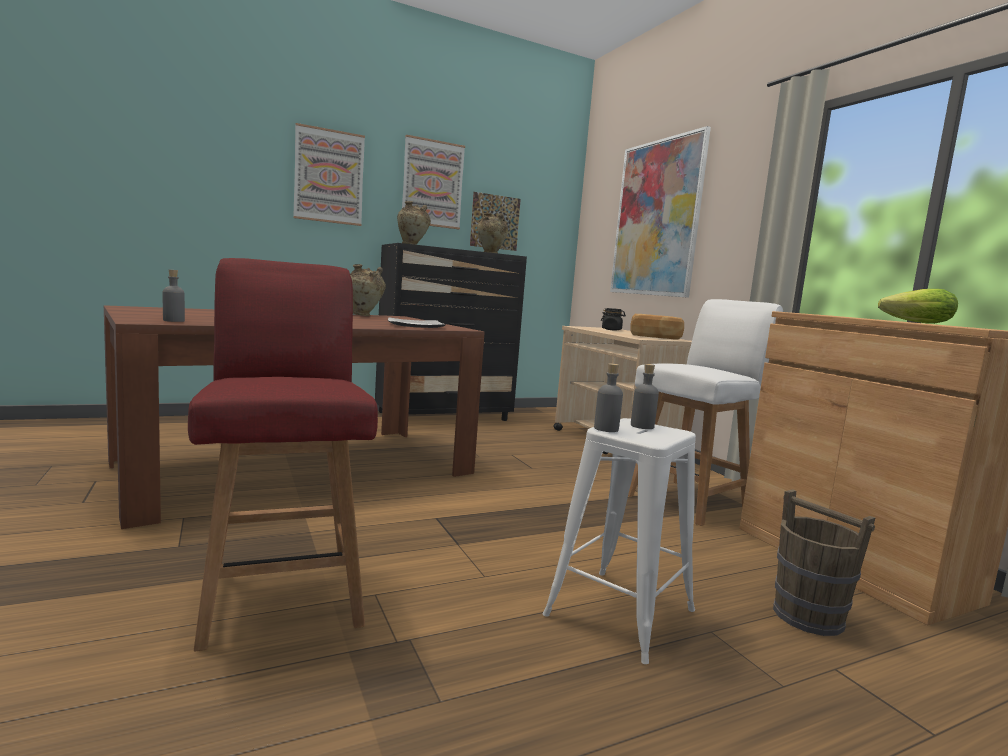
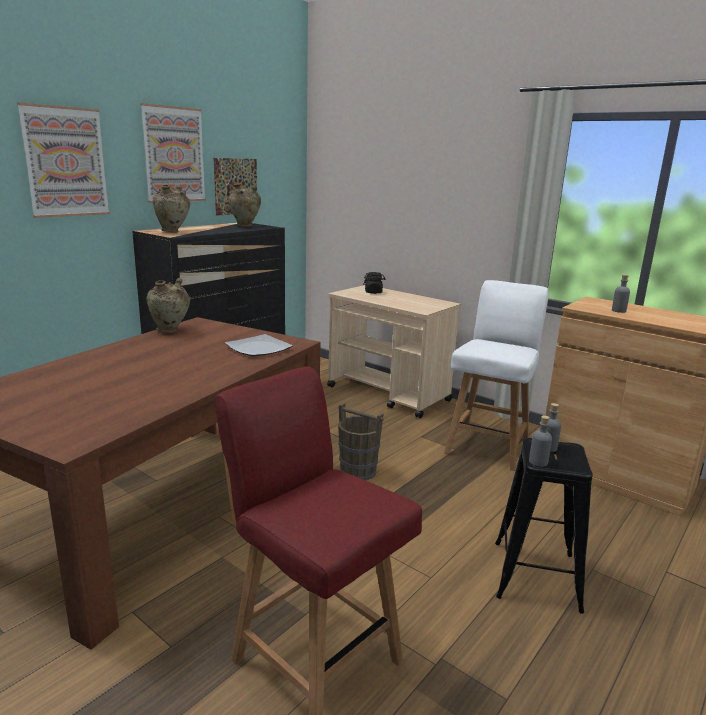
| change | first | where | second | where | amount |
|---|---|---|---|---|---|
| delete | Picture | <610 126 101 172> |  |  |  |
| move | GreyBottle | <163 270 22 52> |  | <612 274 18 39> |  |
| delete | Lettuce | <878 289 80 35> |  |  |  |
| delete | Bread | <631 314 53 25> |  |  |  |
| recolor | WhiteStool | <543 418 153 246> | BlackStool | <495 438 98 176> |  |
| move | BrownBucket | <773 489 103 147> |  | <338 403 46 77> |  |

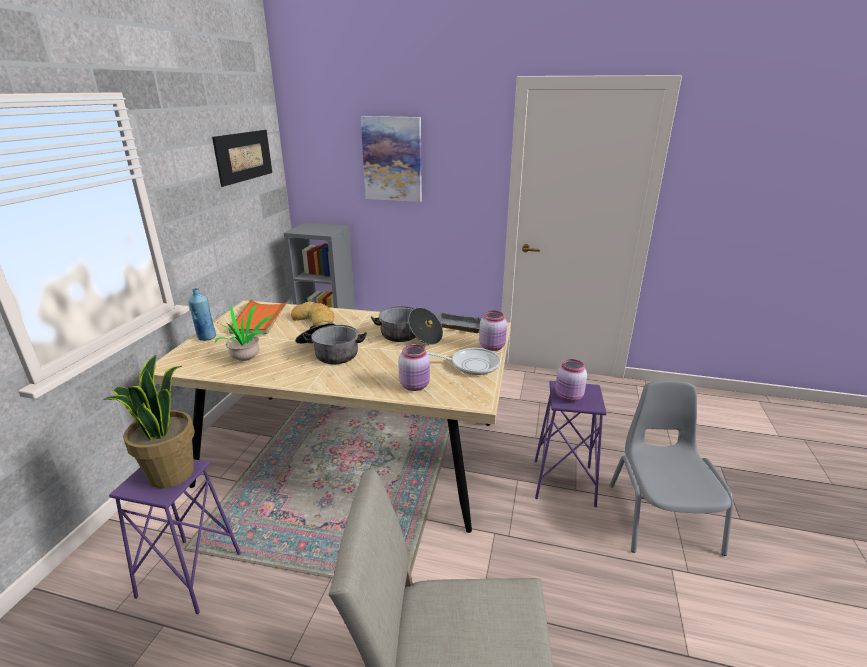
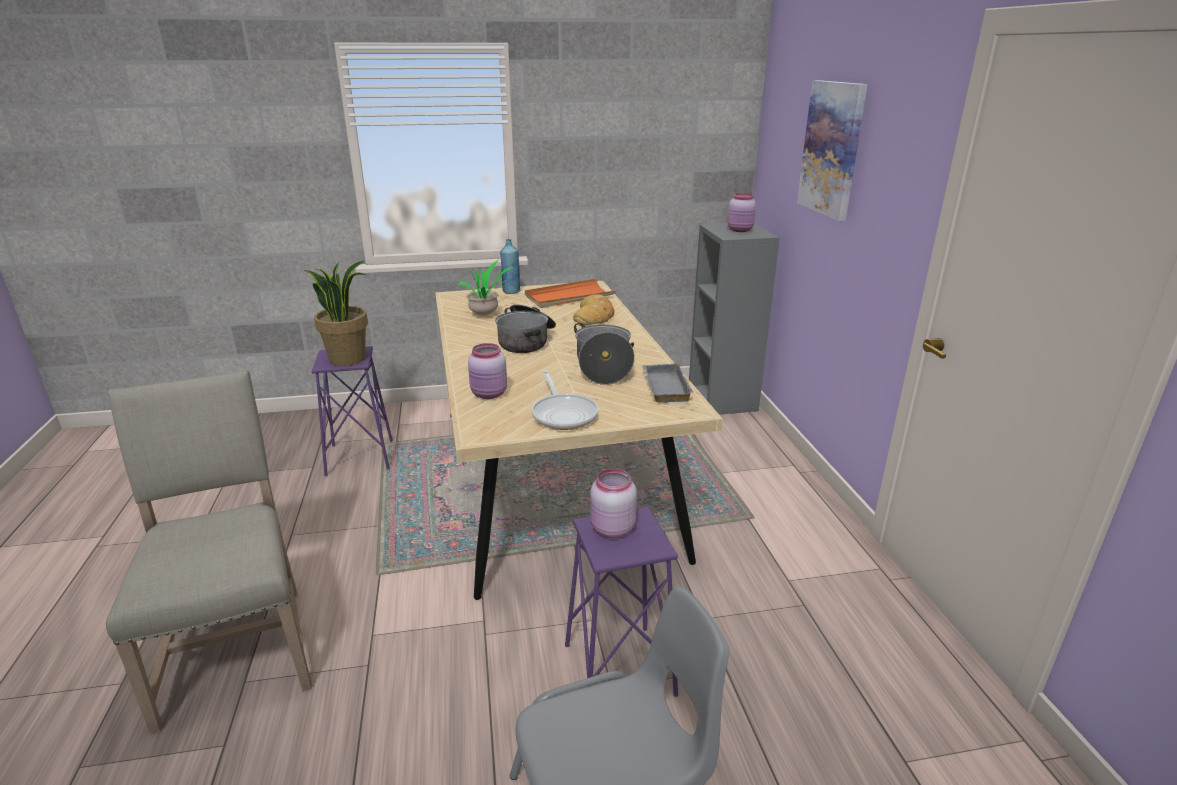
| change | first | where | second | where | amount |
|---|---|---|---|---|---|
| delete | Picture | <212 130 60 57> |  |  |  |
| move | PinkJar | <479 310 28 41> |  | <728 193 28 39> |  |

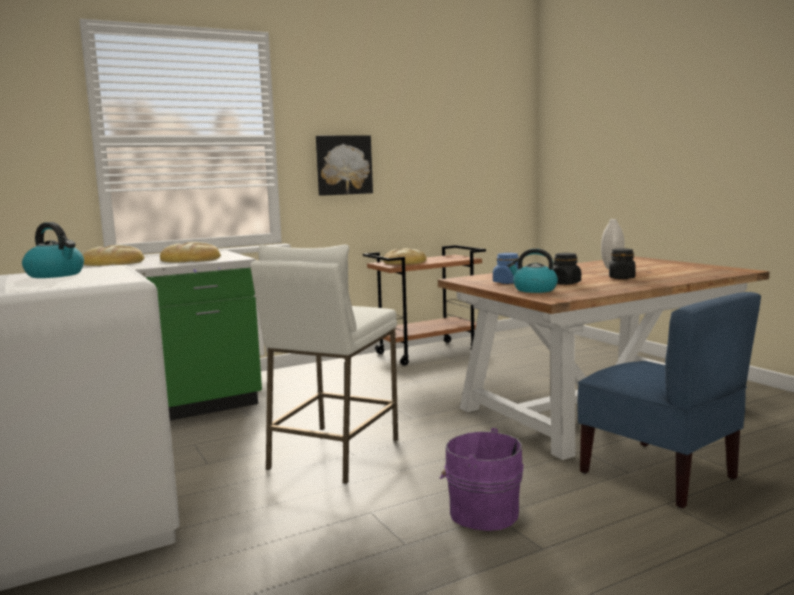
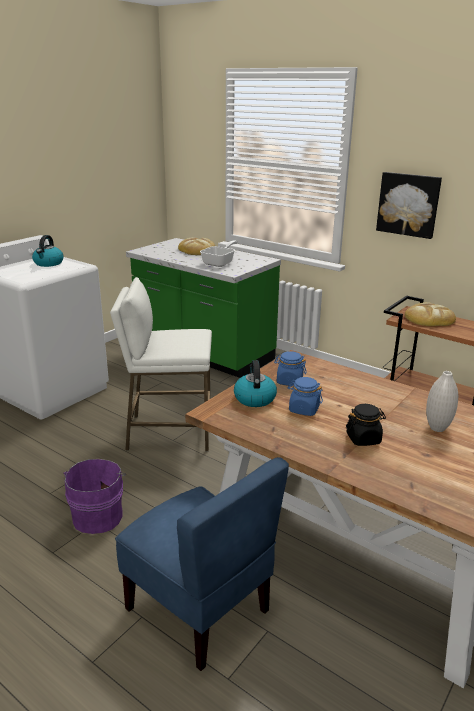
| change | first | where | second | where | amount |
|---|---|---|---|---|---|
| replace | Bread | <160 242 61 21> | FryingPan | <200 240 38 27> |  |
| recolor | BlackJar | <552 253 29 32> | BlueJar | <287 377 36 39> |  |
| rotate | BlueChair | <577 292 184 217> |  | <115 457 174 214> | 75 degrees counterclockwise |

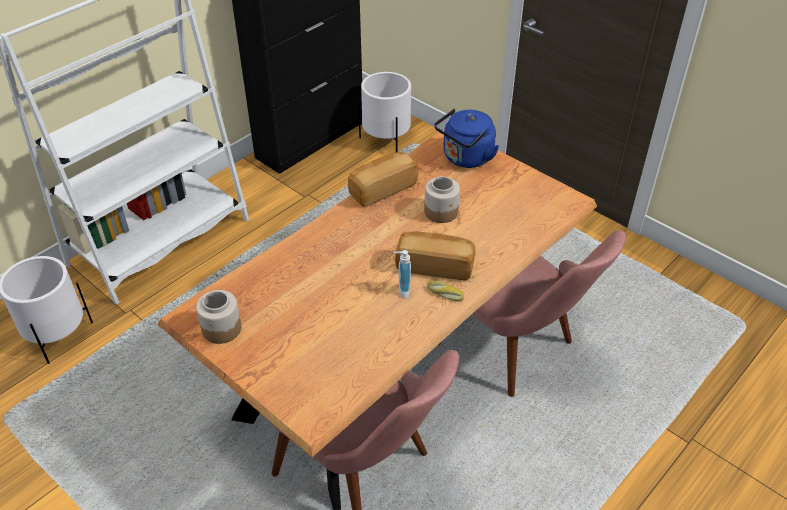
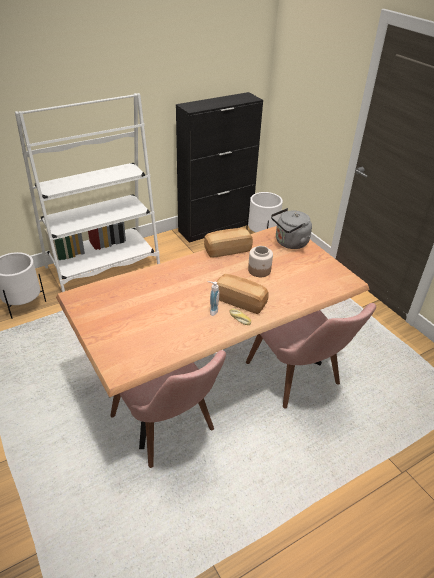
| change | first | where | second | where | amount |
|---|---|---|---|---|---|
| recolor | BlueKettle | <434 109 65 59> | GreyKettle | <271 208 41 41> |  |
| delete | Jar | <196 290 45 54> |  |  |  |

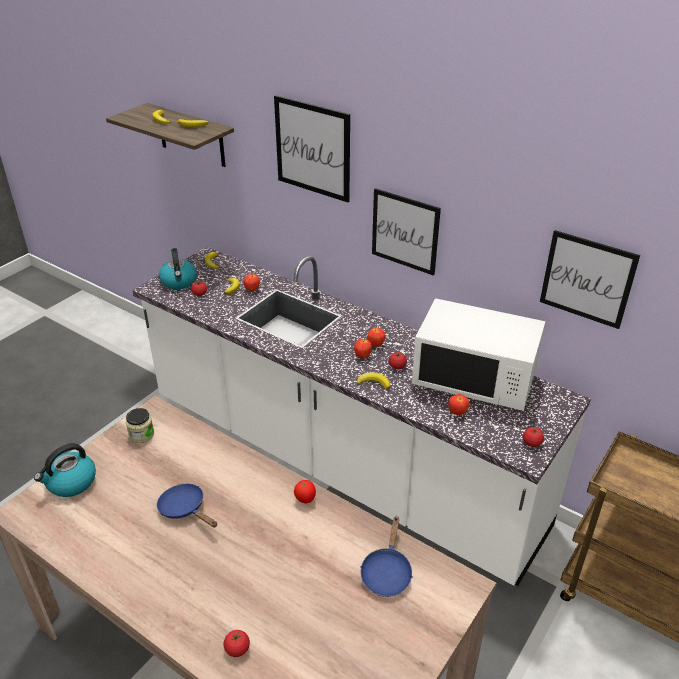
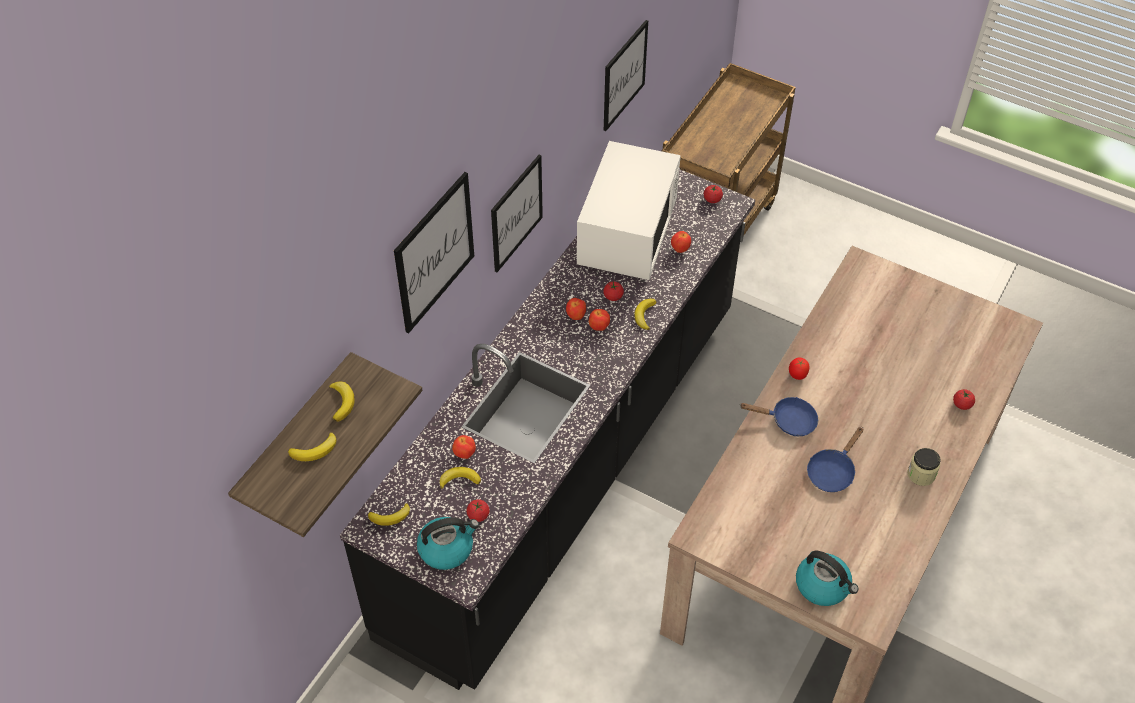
| change | first | where | second | where | amount |
|---|---|---|---|---|---|
| recolor | WhiteCounter | <132 247 459 339> | BlackCounter | <340 169 415 521> |  |
| move | Jar | <126 408 28 35> |  | <907 448 34 38> |  |
| move | BlueFryingPan | <360 516 53 81> |  | <740 397 78 39> |  |

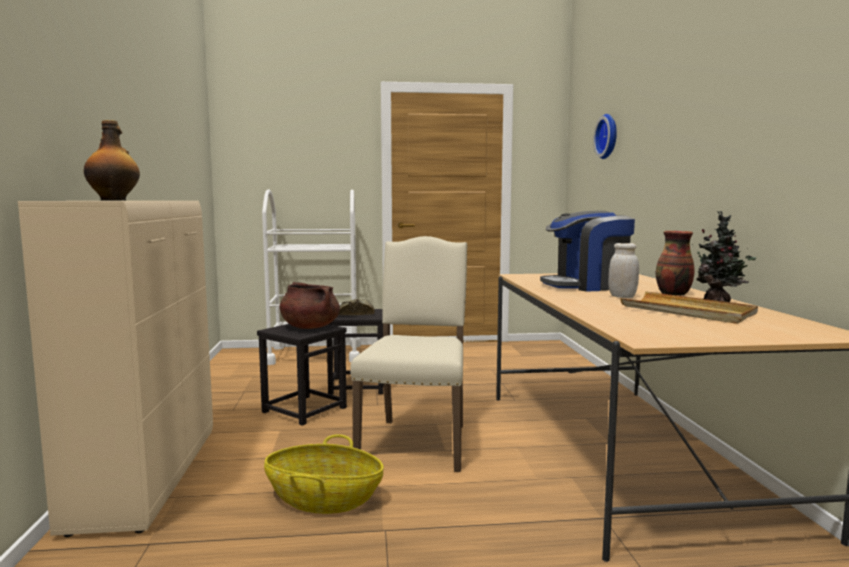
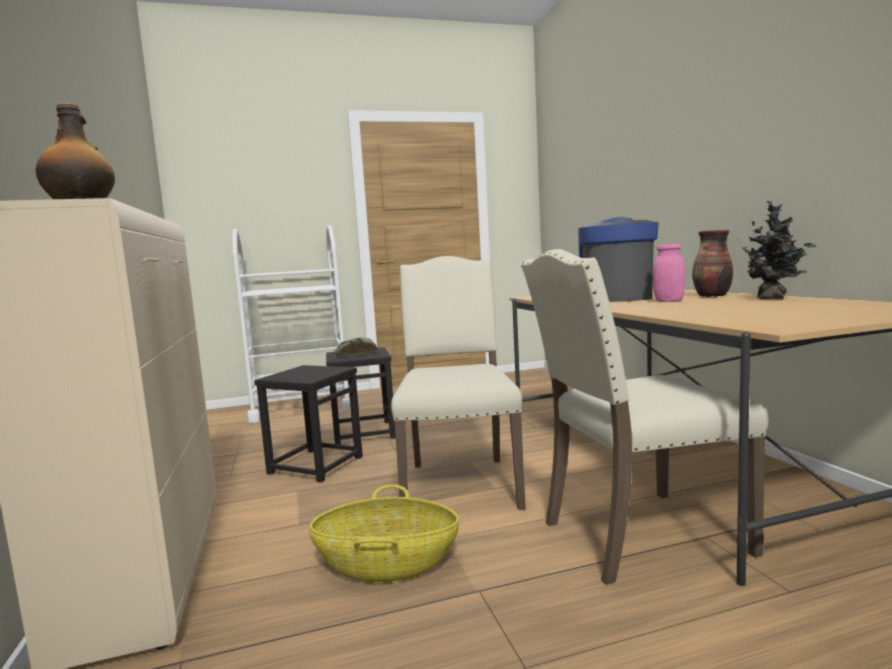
| change | first | where | second | where | amount |
|---|---|---|---|---|---|
| delete | WallClock | <593 114 24 45> |  |  |  |
| rotate | CoffeeMachine | <540 211 95 81> |  | <578 217 81 85> | 120 degrees clockwise |
| recolor | WhiteJar | <609 243 30 55> | PinkJar | <653 244 33 58> |  |
| delete | BrownCookingPot | <279 282 61 47> |  |  |  |
| delete | BeigeTray | <620 291 138 33> |  |  |  |
| insert |  |  | BeigeChair | <521 249 247 336> |  |

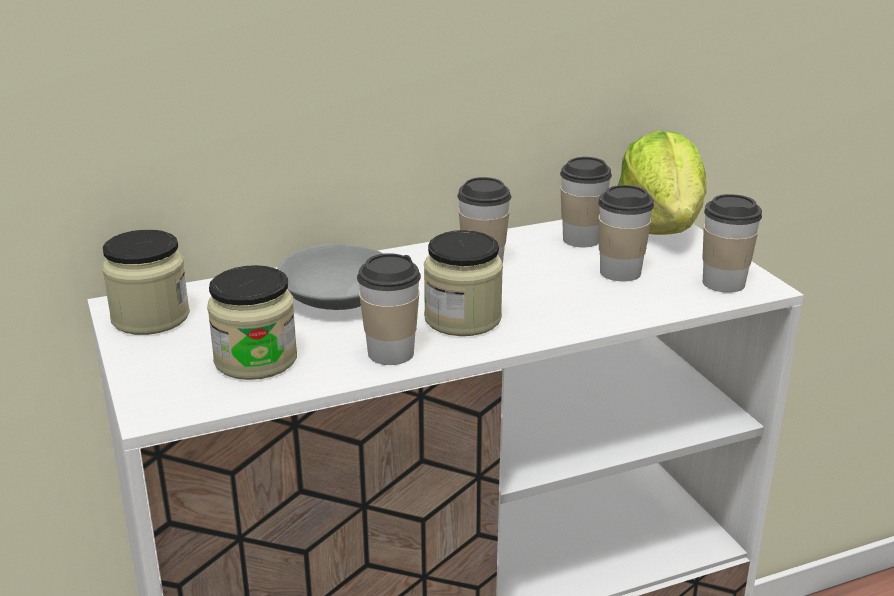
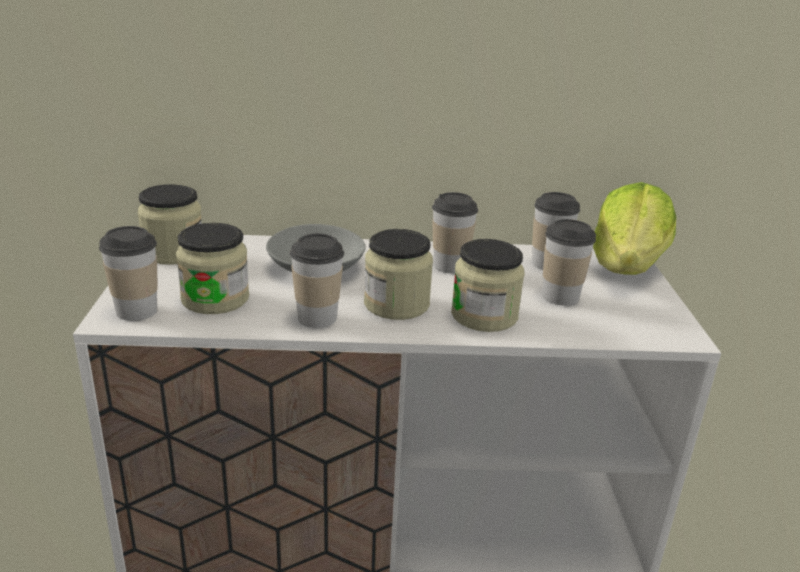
| change | first | where | second | where | amount |
|---|---|---|---|---|---|
| move | Cup | <702 194 60 99> |  | <99 226 59 95> |  |
| insert |  |  | Jar | <451 239 74 93> |  |

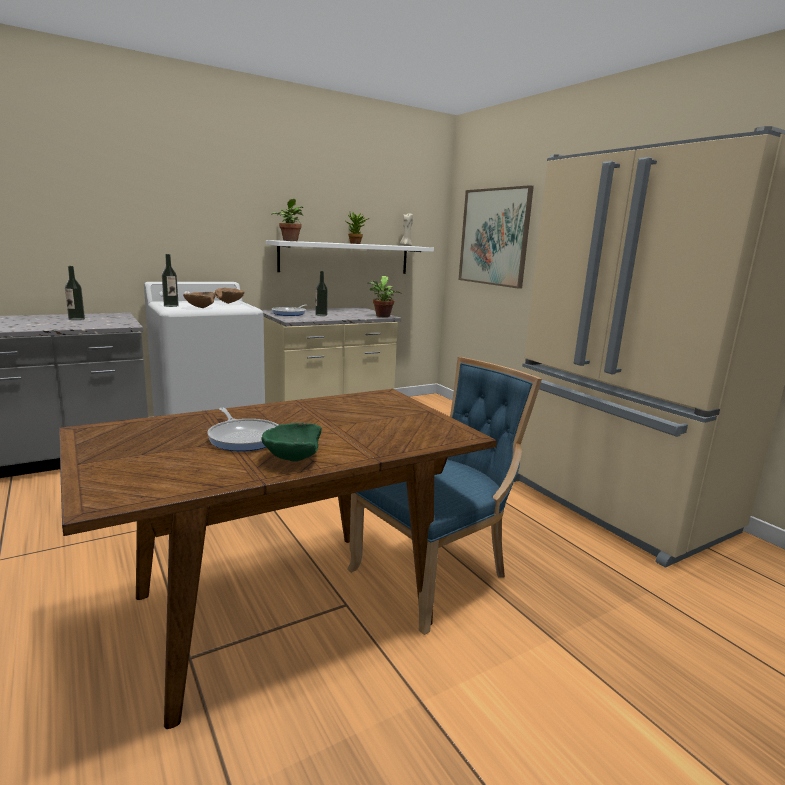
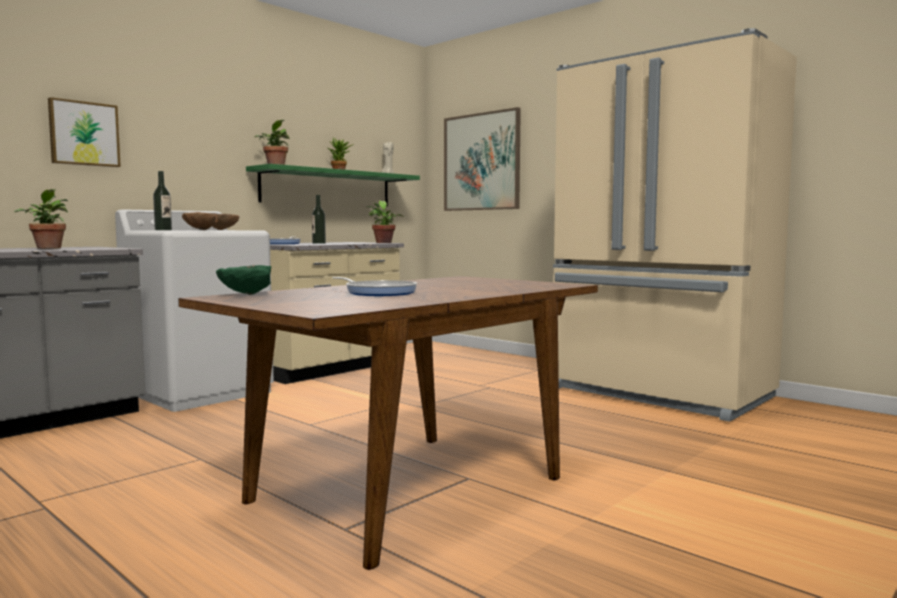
| change | first | where | second | where | amount |
|---|---|---|---|---|---|
| recolor | WhiteShelf | <266 240 168 34> | GreenShelf | <246 164 174 42> |  |
| replace | Bottle | <65 266 20 54> | PottedPlant | <14 189 54 60> |  |
| delete | BlueChair | <347 357 195 278> |  |  |  |
| move | GreenBowl | <261 423 61 38> |  | <216 265 55 30> |  |
| insert |  |  | Picture | <48 97 73 70> |  |

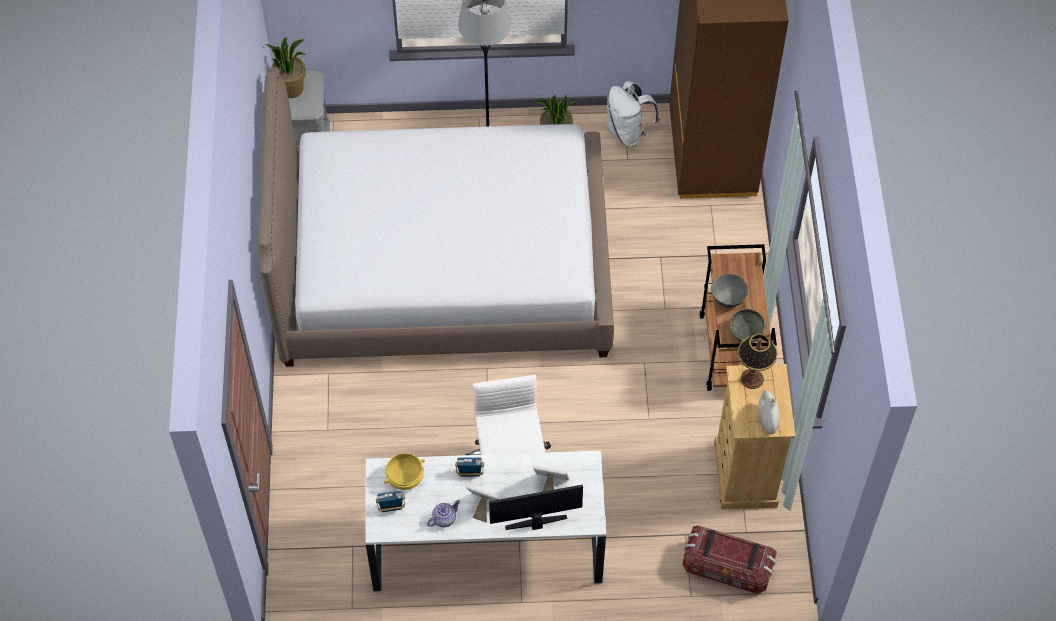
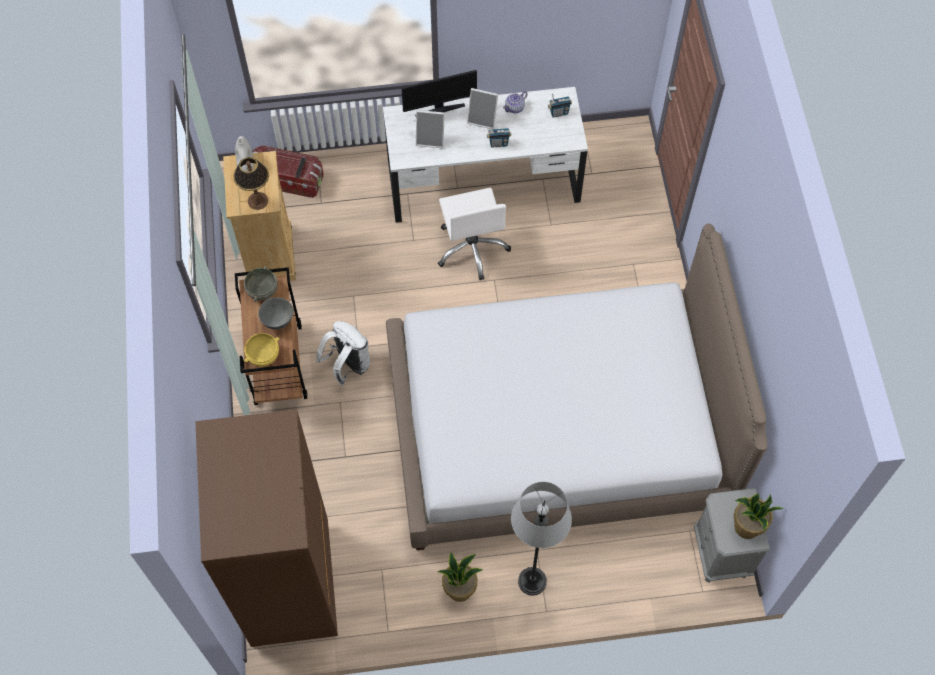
| change | first | where | second | where | amount |
|---|---|---|---|---|---|
| move | WhiteBackpack | <606 81 54 66> |  | <316 321 54 64> |  |
| move | YellowBowl | <384 453 41 37> |  | <244 333 36 33> |  |

